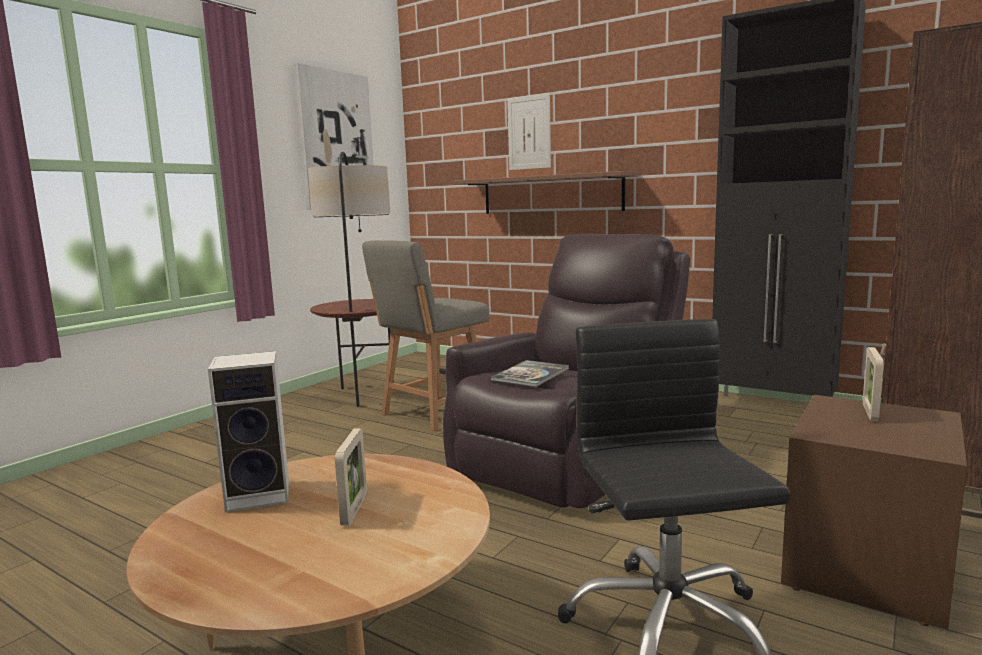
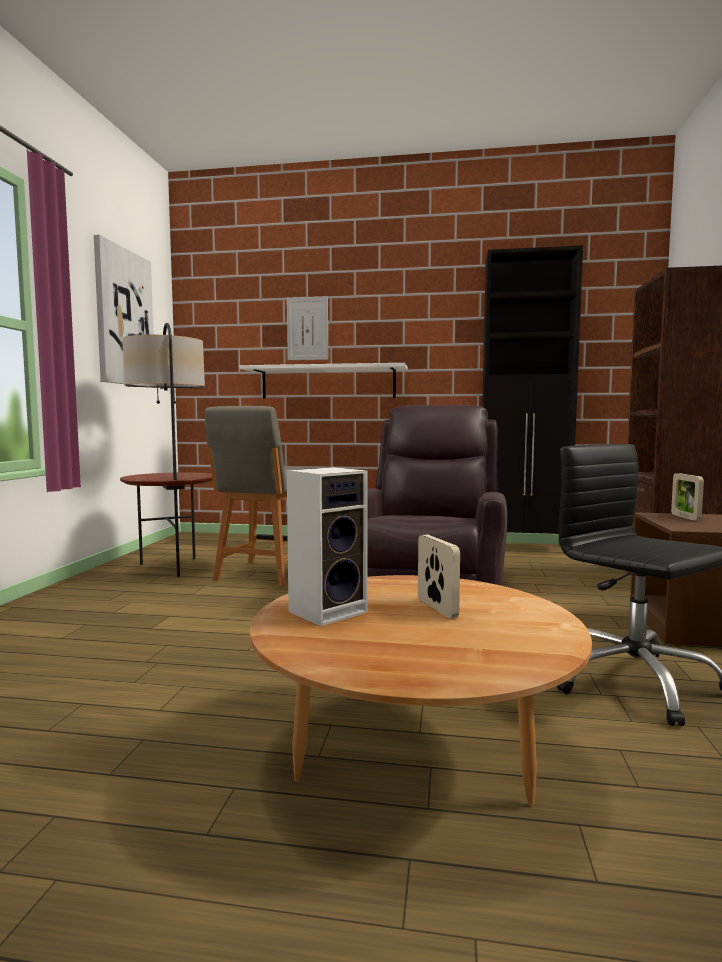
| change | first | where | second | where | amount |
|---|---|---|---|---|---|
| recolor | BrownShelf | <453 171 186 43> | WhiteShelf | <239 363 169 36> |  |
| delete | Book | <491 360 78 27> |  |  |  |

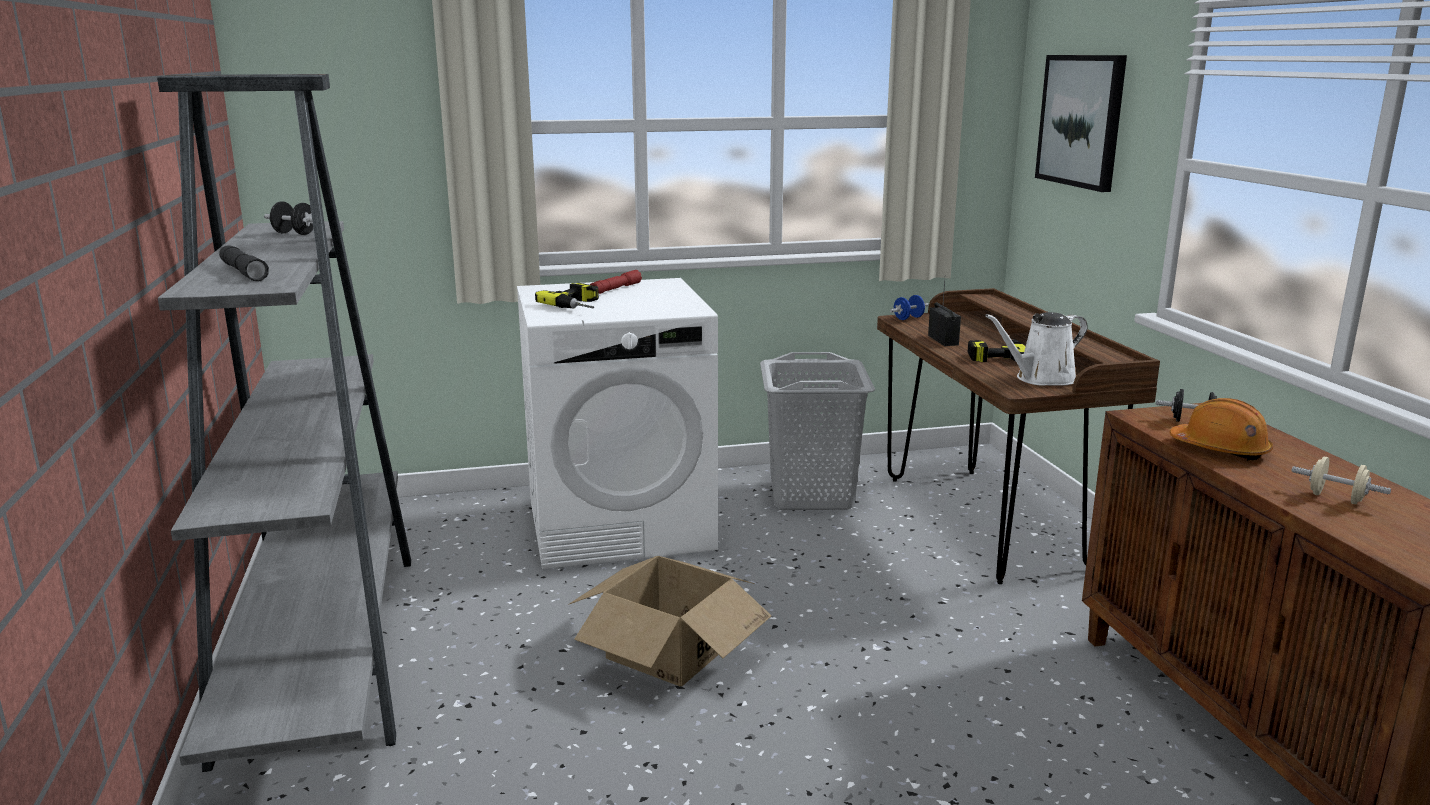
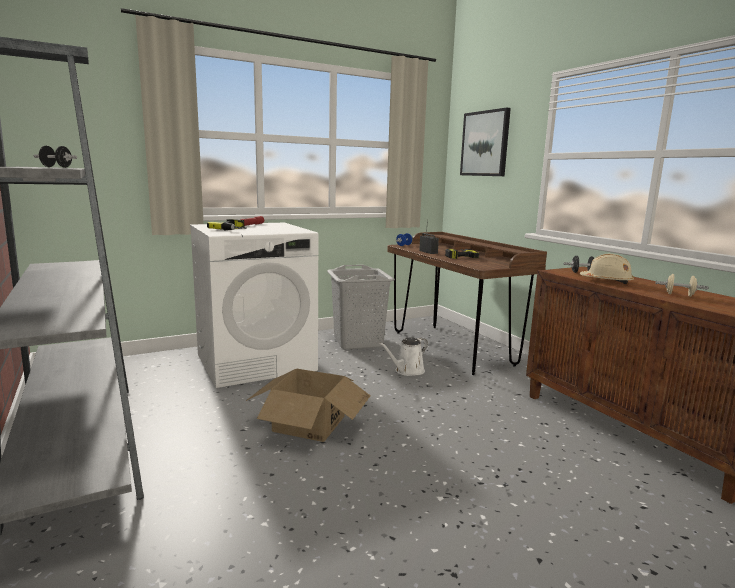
| change | first | where | second | where | amount |
|---|---|---|---|---|---|
| delete | GreyFlashlight | <219 245 50 36> |  |  |  |
| move | WhiteWateringCan | <985 312 103 74> |  | <379 337 49 39> |  |
| recolor | OrangeHardHat | <1169 398 104 63> | BeigeHardHat | <580 254 54 30> |  |

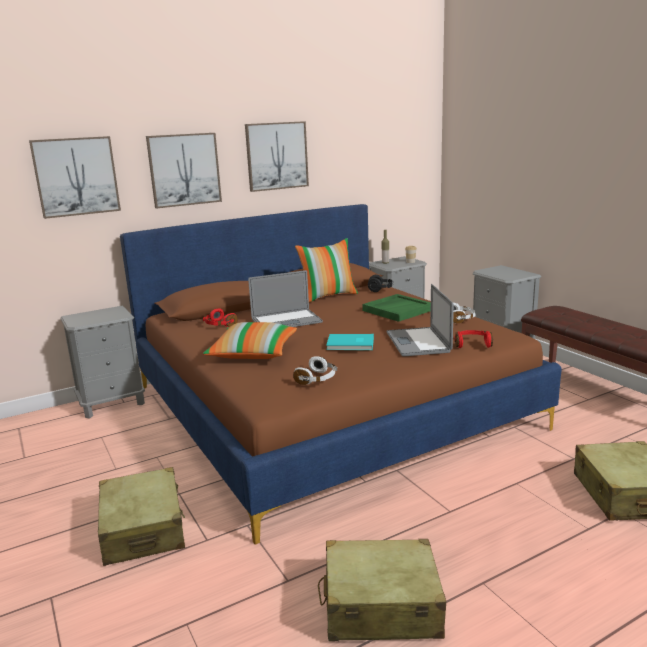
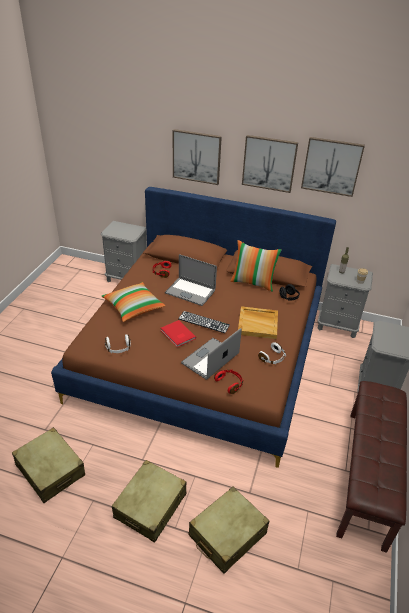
| change | first | where | second | where | amount |
|---|---|---|---|---|---|
| move | Picture | <29 136 92 83> |  | <301 137 64 60> |  |
| recolor | GreenTray | <362 294 69 28> | BeigeTray | <238 306 40 33> |  |
| recolor | TurquoiseBook | <326 334 48 16> | RedBook | <161 320 35 27> |  |
| move | BeigeSuitcase | <98 467 87 99> |  | <112 460 75 82> |  |
| insert |  |  | Keyboard | <178 311 52 22> |  |

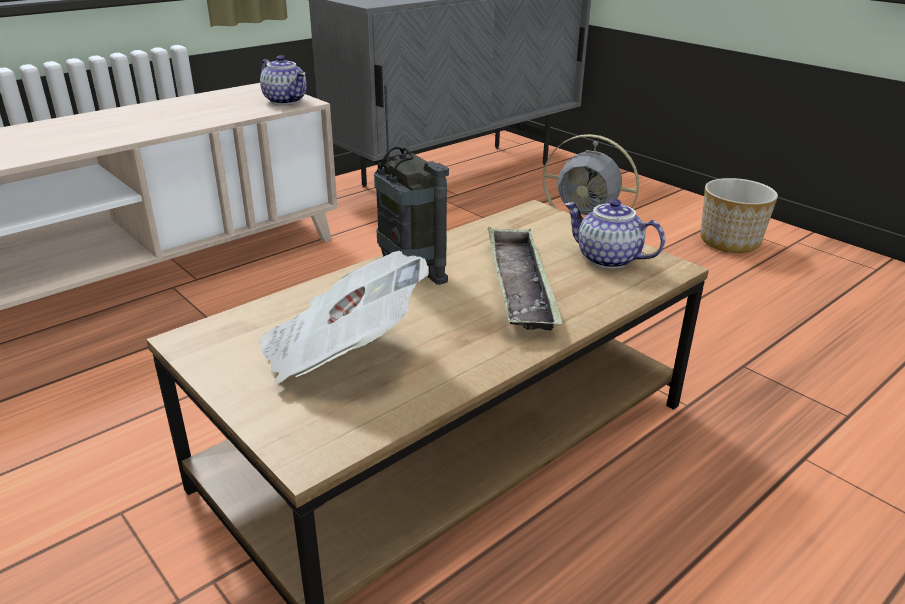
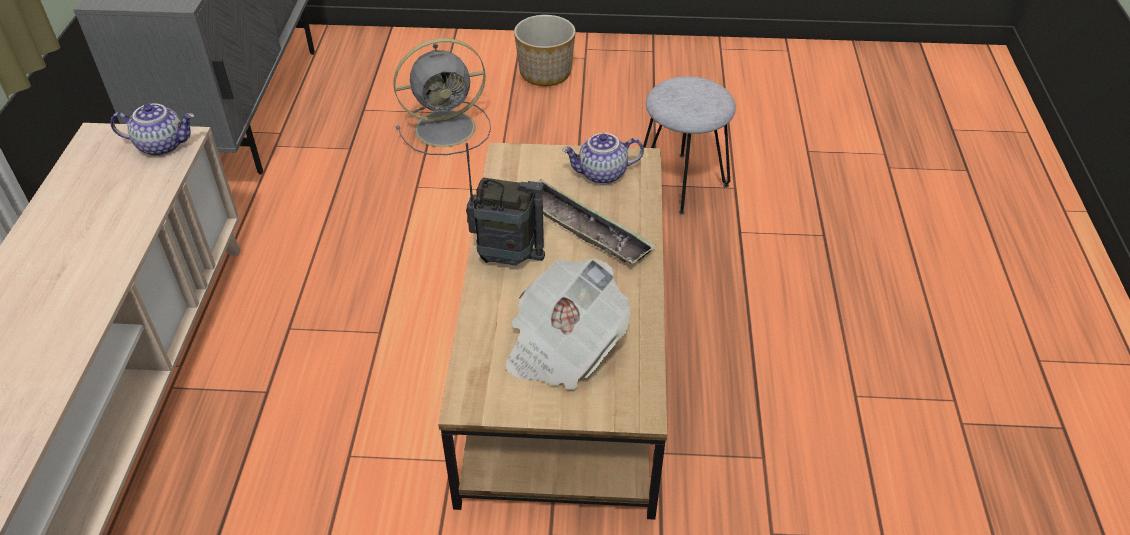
| change | first | where | second | where | amount |
|---|---|---|---|---|---|
| insert |  |  | GreyStool | <643 76 93 138> |  |

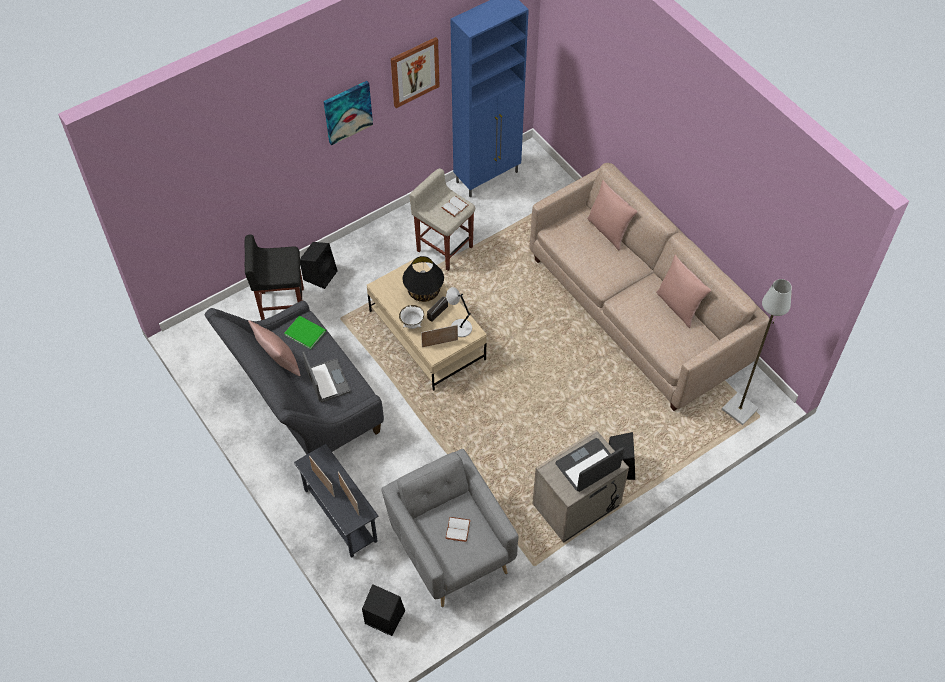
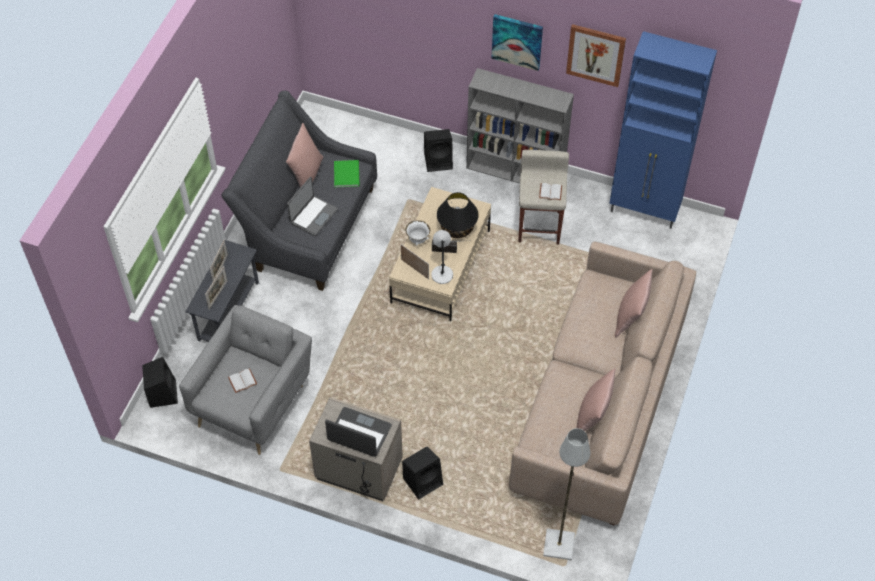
| change | first | where | second | where | amount |
|---|---|---|---|---|---|
| delete | BlackStool | <245 234 59 86> |  |  |  |
| insert |  |  | GreyBookcase | <466 68 108 116> |  |

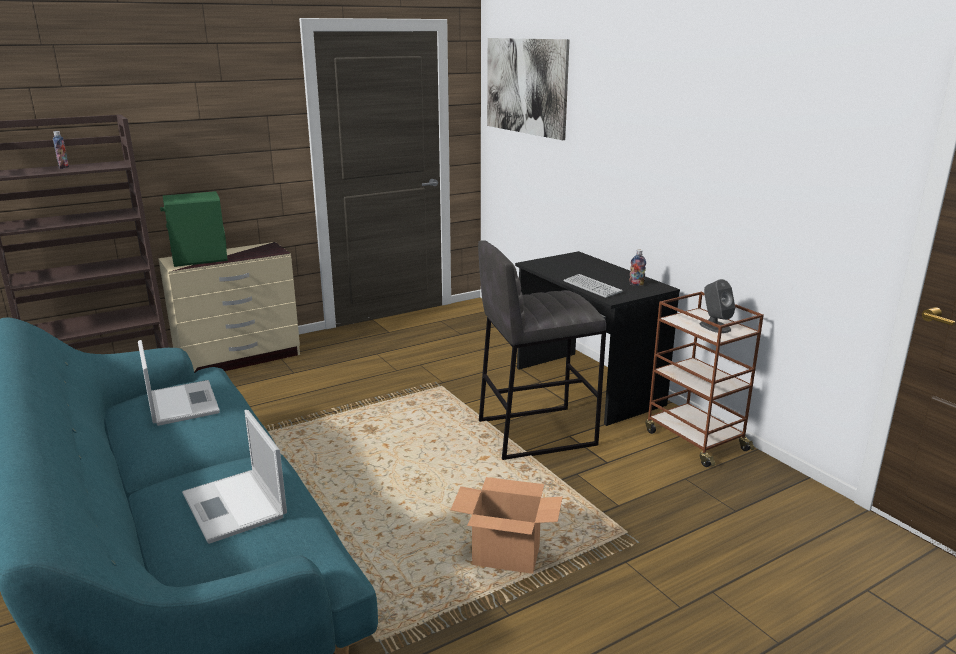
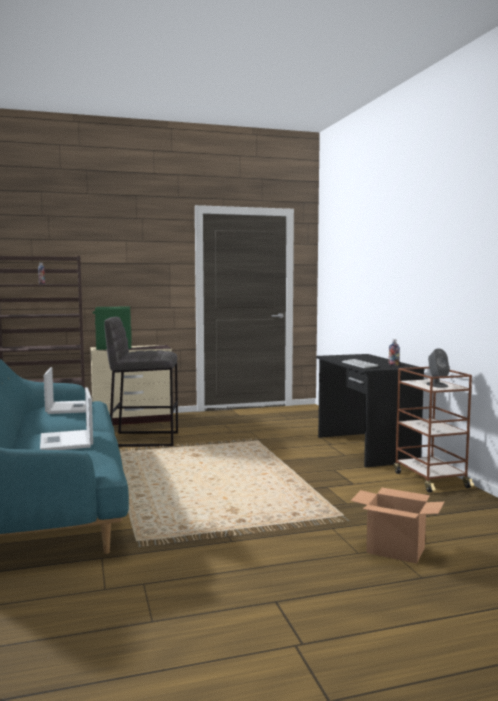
| change | first | where | second | where | amount |
|---|---|---|---|---|---|
| delete | Picture | <487 38 83 102> |  |  |  |
| move | GreyStool | <478 240 128 220> |  | <104 317 74 130> |  |
| move | CardboardBox | <451 477 112 97> |  | <351 488 93 76> |  |

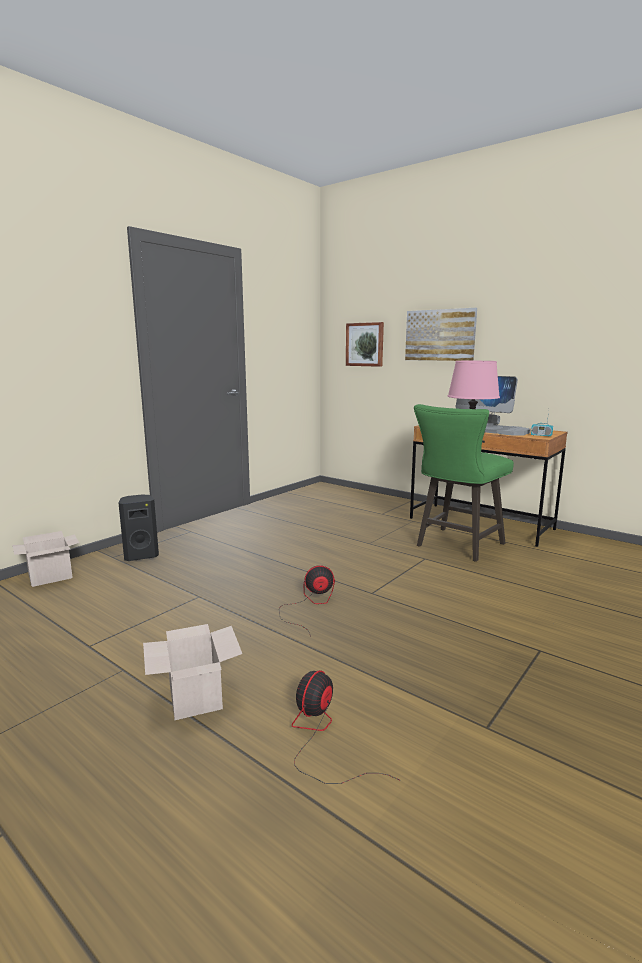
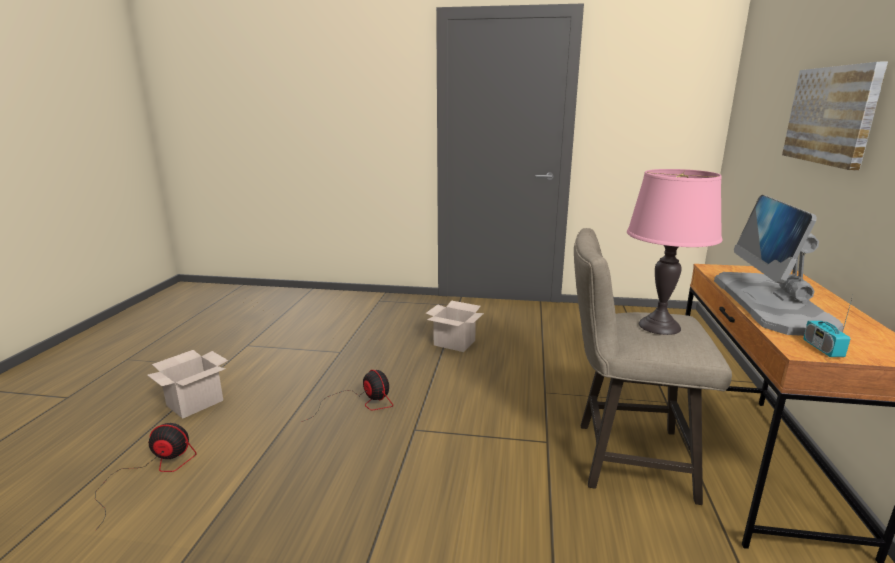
| change | first | where | second | where | amount |
|---|---|---|---|---|---|
| delete | Picture | <346 322 38 45> |  |  |  |
| recolor | GreenStool | <414 404 100 158> | BeigeStool | <574 228 158 277> |  |
| delete | BlackSpeaker | <118 494 41 67> |  |  |  |
| move | CardboardBox | <12 531 67 56> |  | <426 301 58 51> |  |

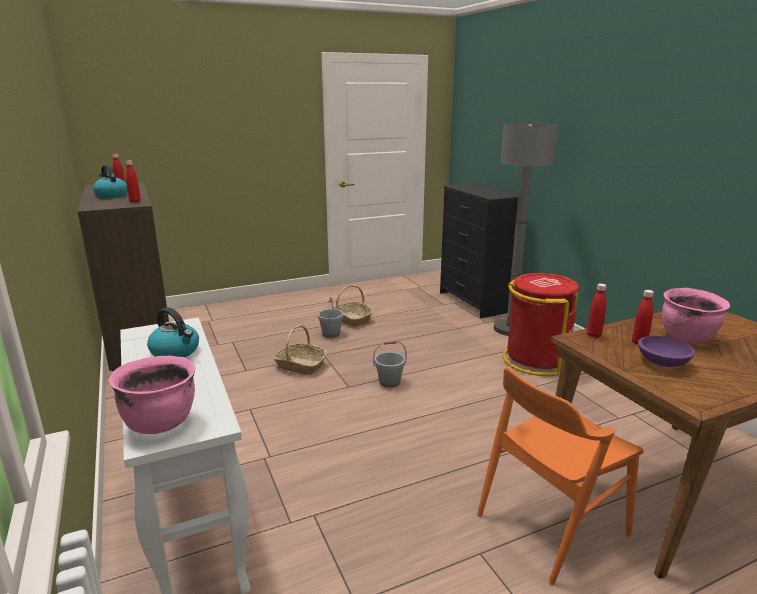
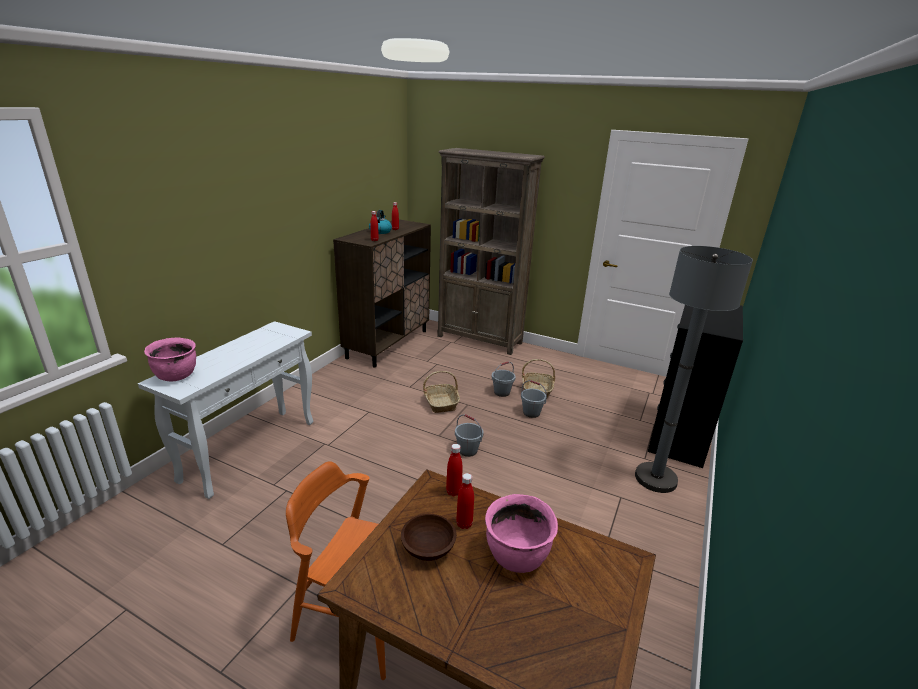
| change | first | where | second | where | amount |
|---|---|---|---|---|---|
| delete | RedTrashCan | <503 273 76 103> |  |  |  |
| delete | Kettle | <147 307 52 50> |  |  |  |
| recolor | PurpleBowl | <638 336 57 31> | BrownBowl | <401 514 56 47> |  |
| insert |  |  | BrownBookcase | <437 148 108 207> |  |
| insert |  |  | GreyBucket | <521 380 26 38> |  |

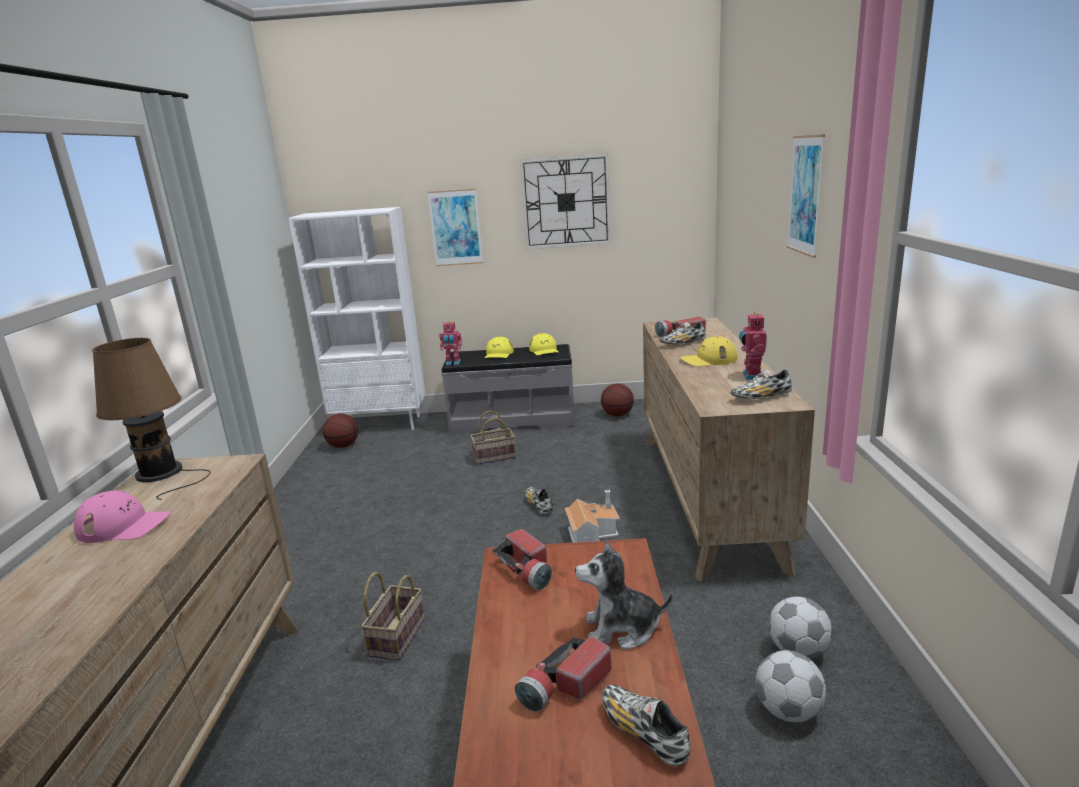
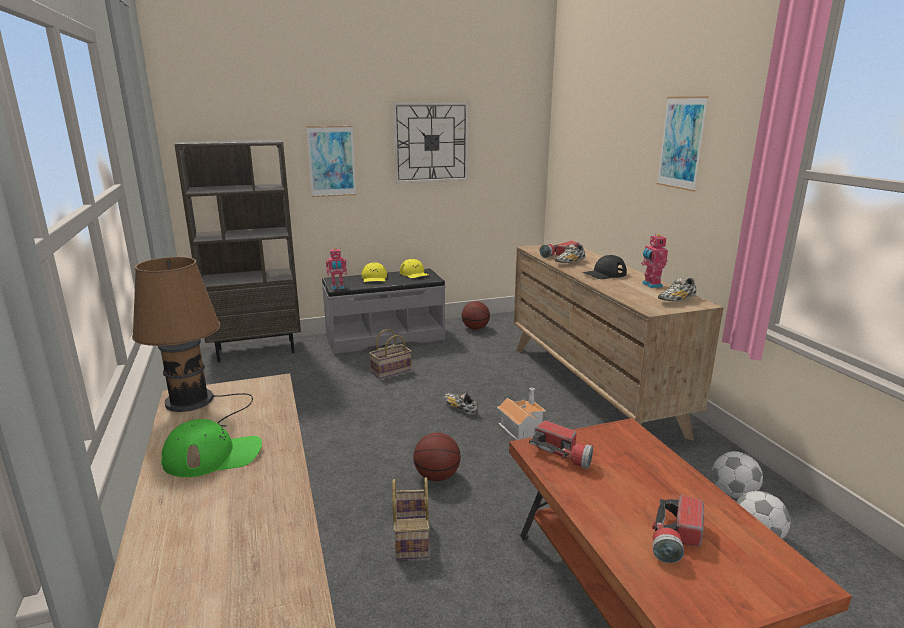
| change | first | where | second | where | amount |
|---|---|---|---|---|---|
| recolor | WhiteBookcase | <289 207 137 223> | BrownBookcase | <174 139 127 223> |  |
| recolor | YellowCap | <681 336 56 30> | BlackCap | <583 255 44 24> |  |
| move | Basketball | <323 413 36 35> |  | <413 433 48 48> |  |
| recolor | PinkCap | <74 491 96 52> | GreenCap | <161 419 101 58> |  |
| delete | PlushToy | <575 540 98 110> |  |  |  |
| delete | Shoe | <602 684 89 82> |  |  |  |

